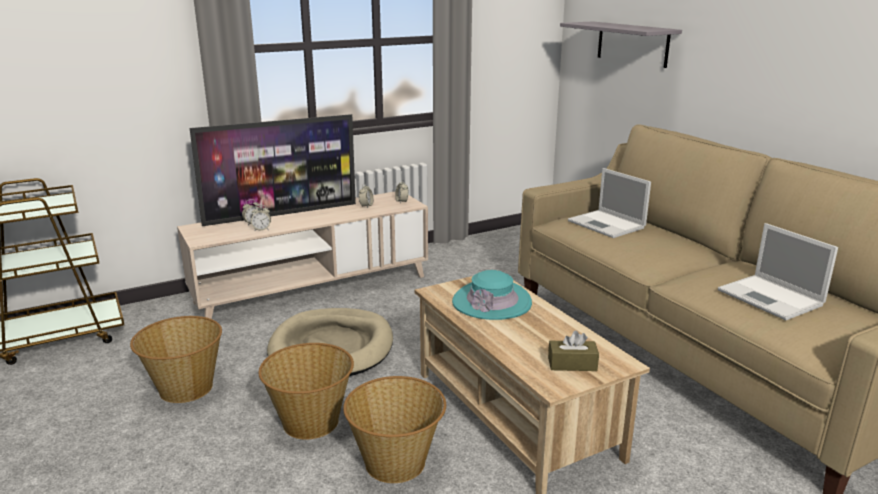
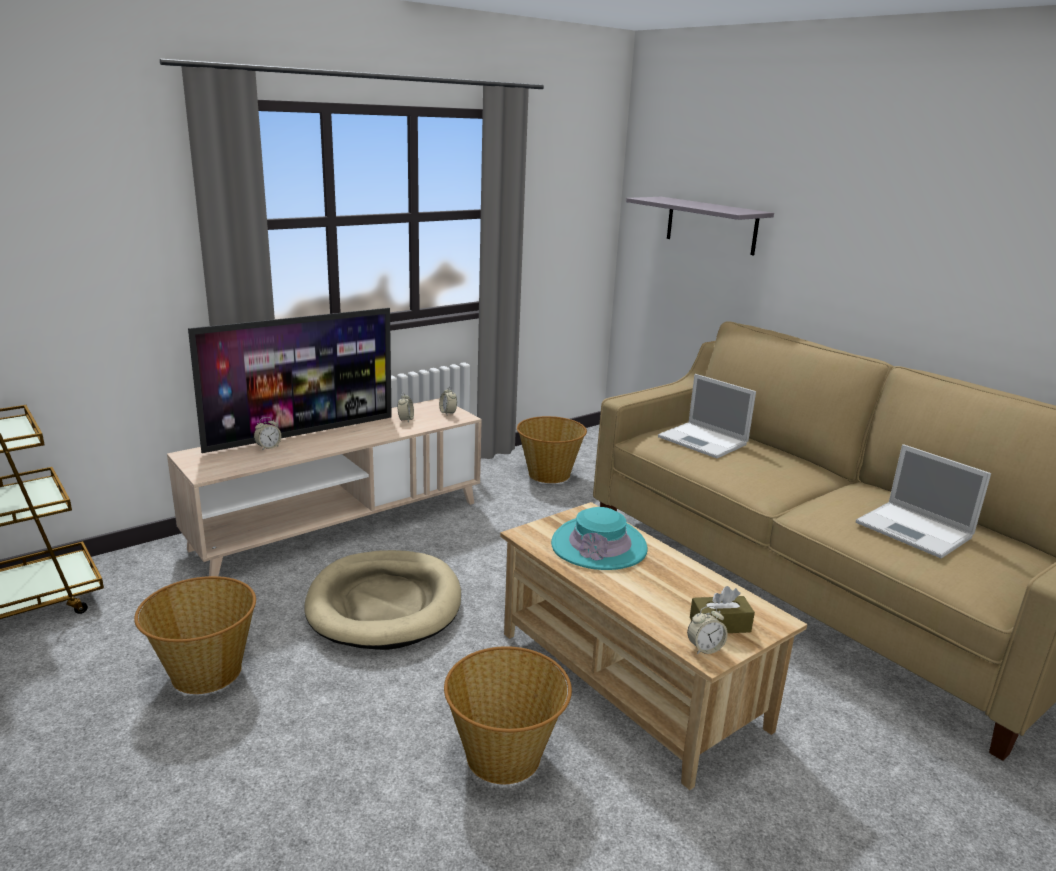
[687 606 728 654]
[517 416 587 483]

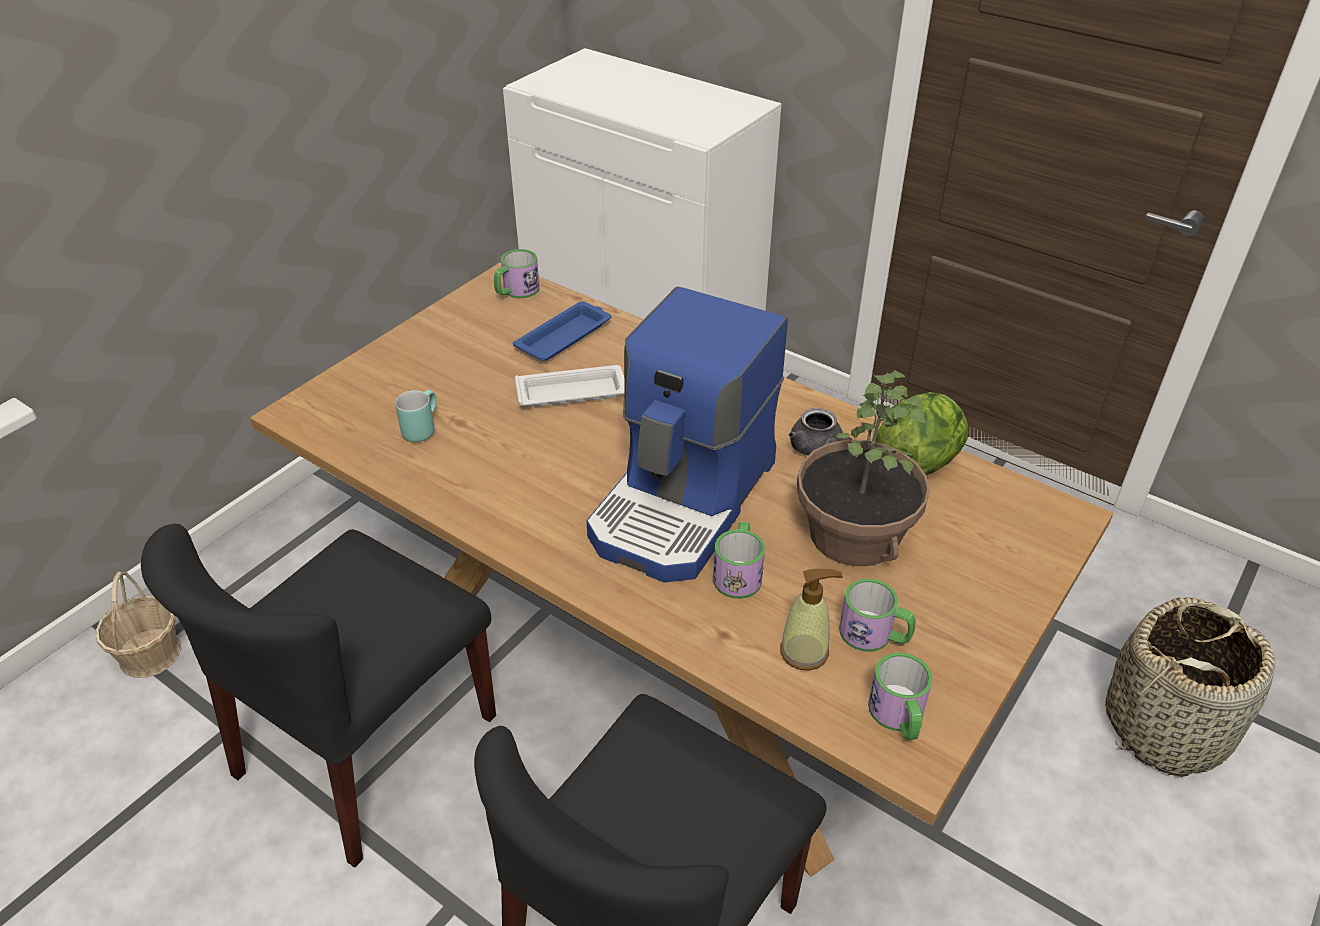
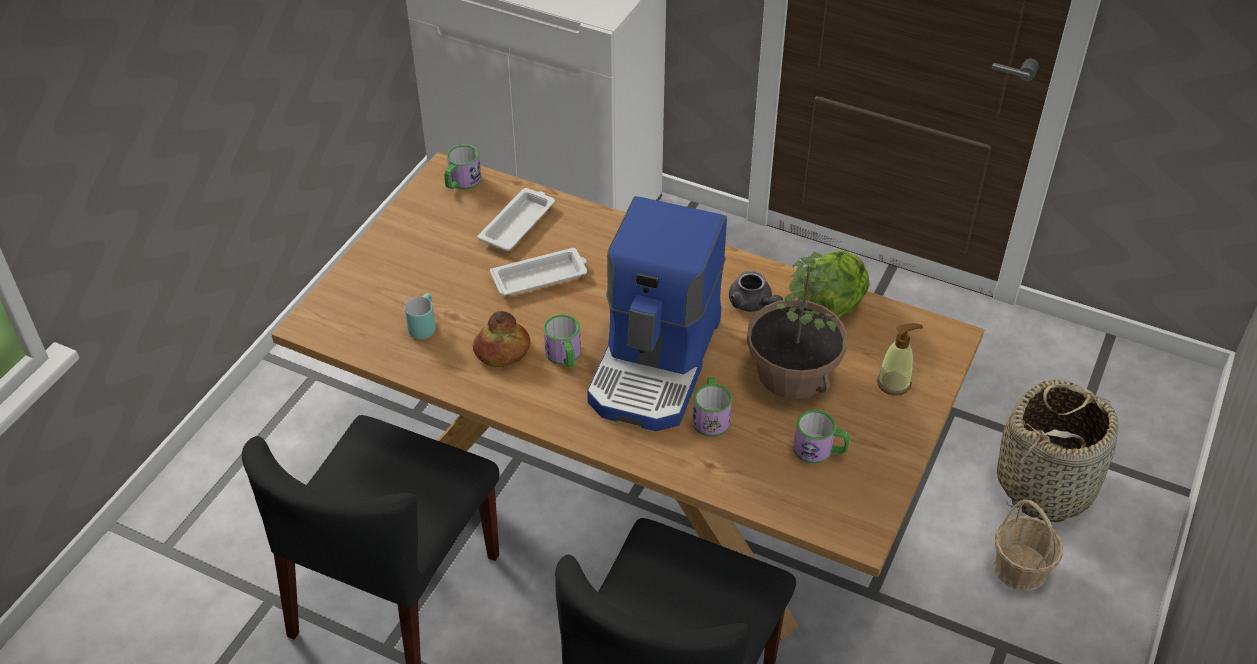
[477 188 555 251]
[877 323 923 396]
[994 499 1063 591]
[544 314 581 368]
[473 311 530 367]

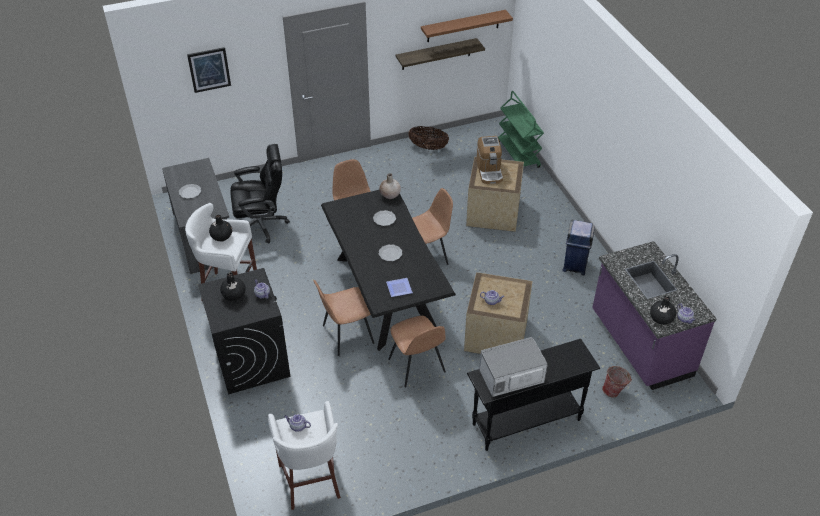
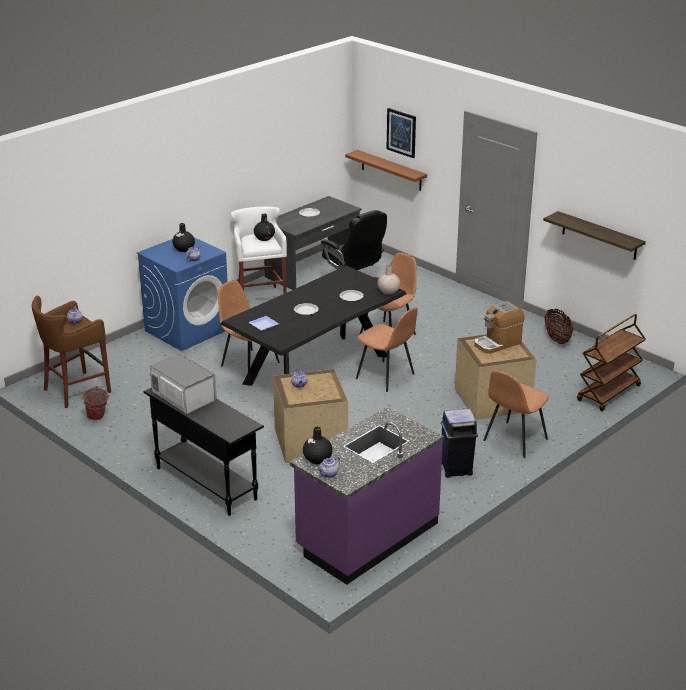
[345 150 427 191]
[577 314 646 412]
[137 237 228 351]
[483 371 549 458]
[81 386 109 420]
[32 296 111 408]

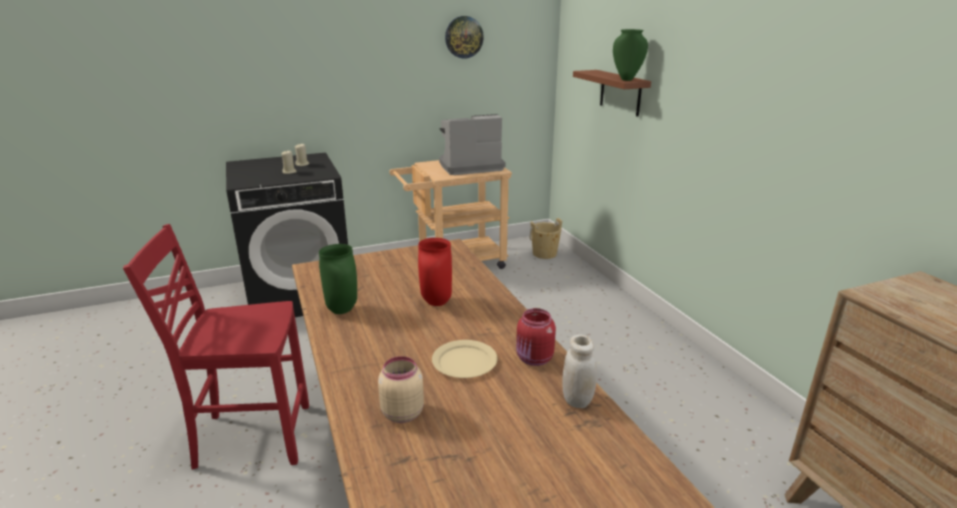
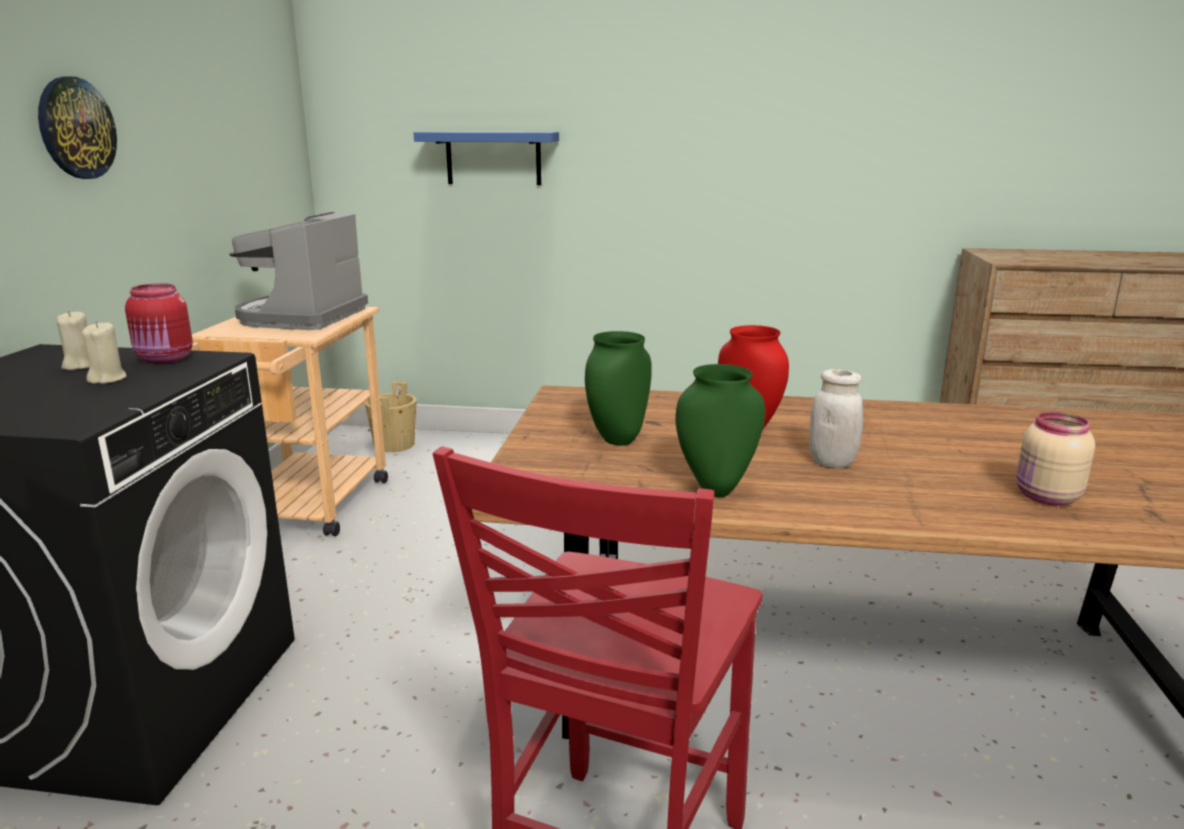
[38 76 117 179]
[585 331 652 446]
[414 132 559 185]
[125 283 193 364]
[809 369 863 468]
[432 340 497 378] (first image)

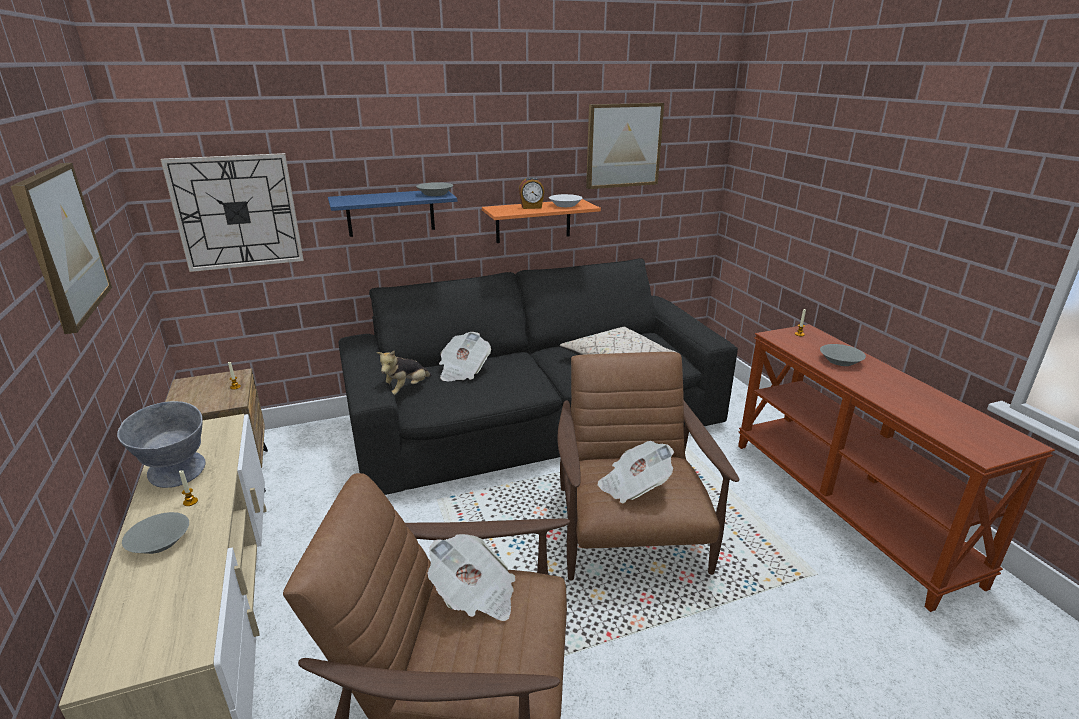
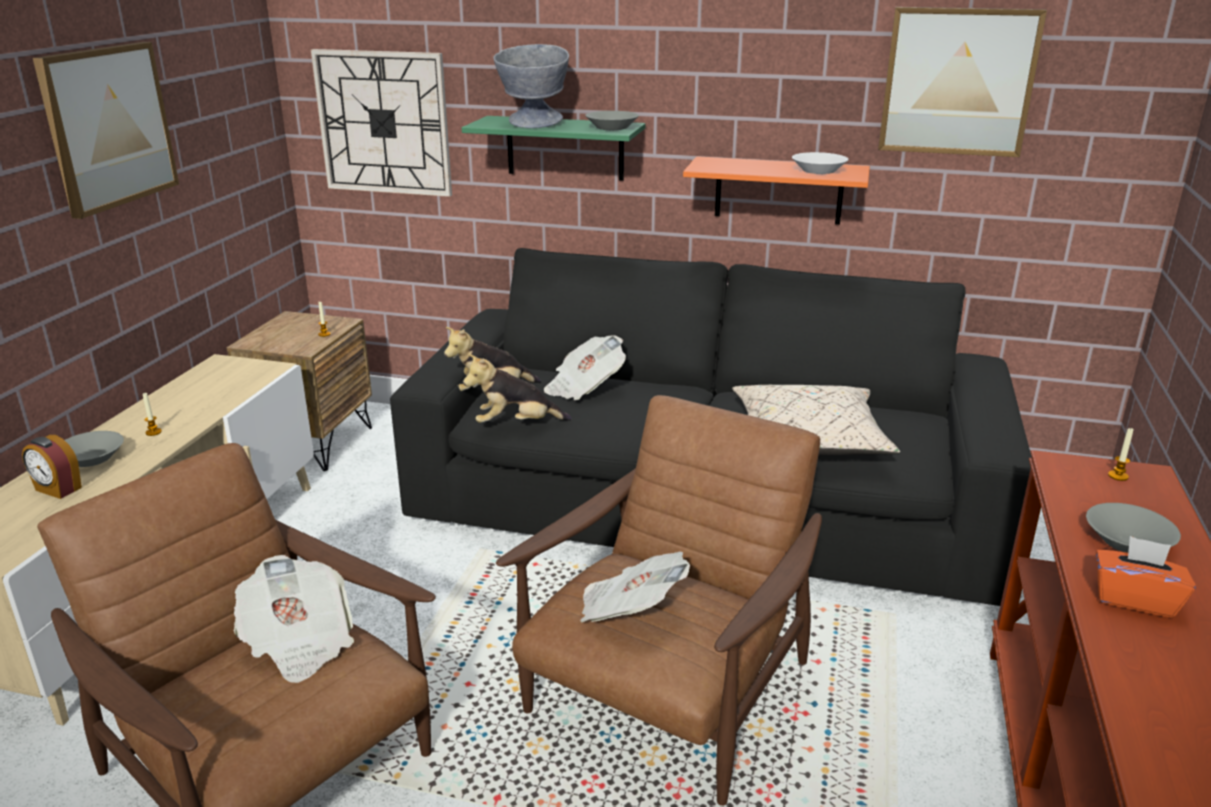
[22 435 82 499]
[462 116 645 181]
[493 44 569 128]
[463 354 572 423]
[1096 536 1196 618]

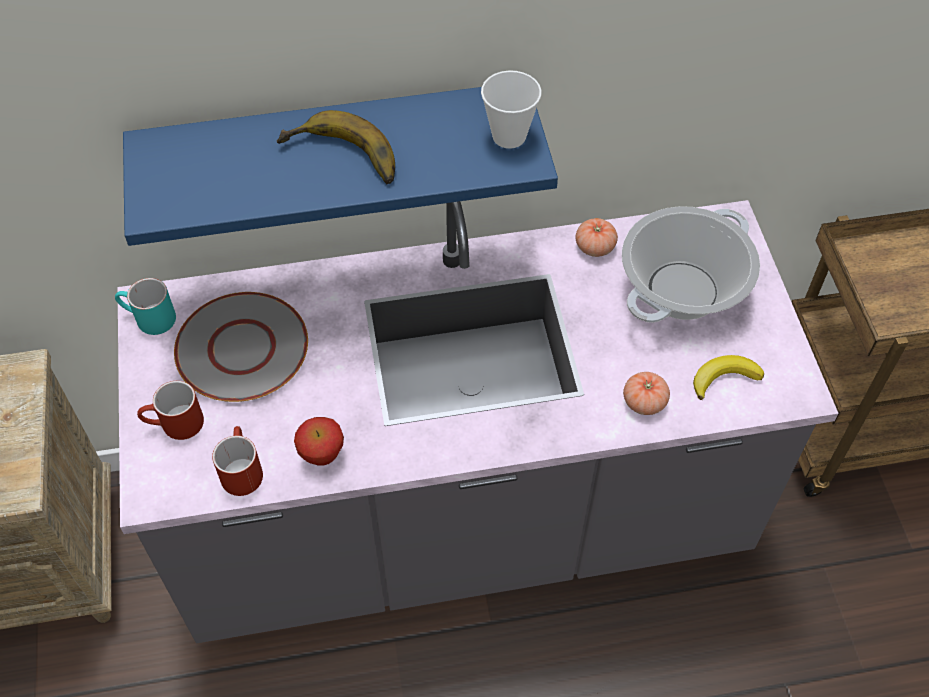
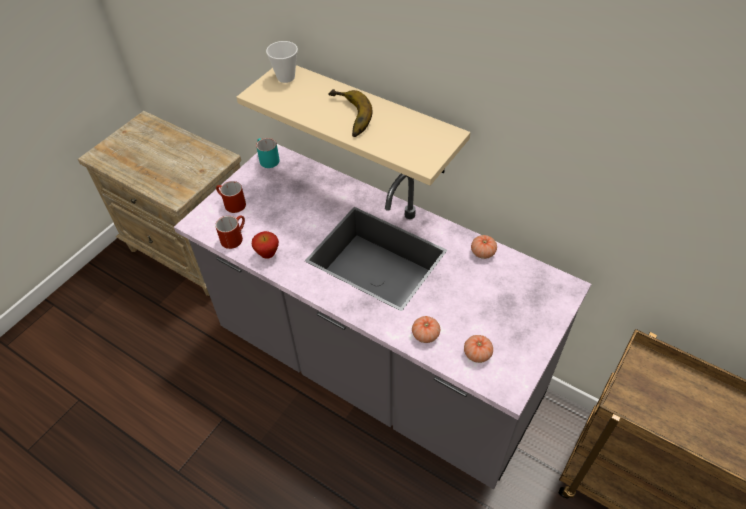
[266 41 298 83]
[237 65 470 186]
[622 206 760 323] (first image)
[174 292 308 402] (first image)
[464 335 493 363]

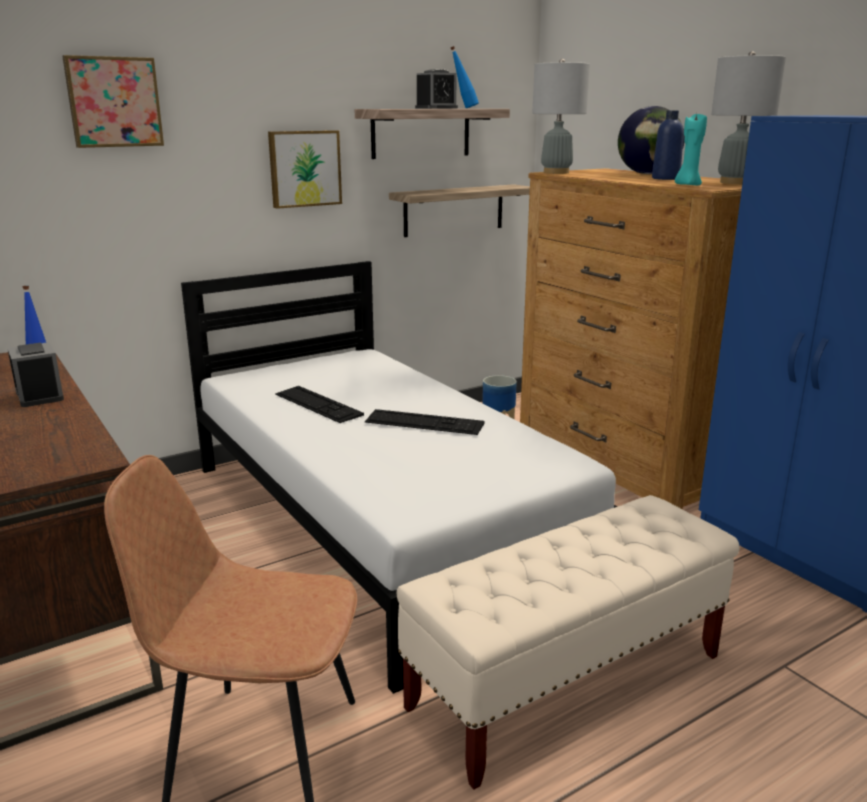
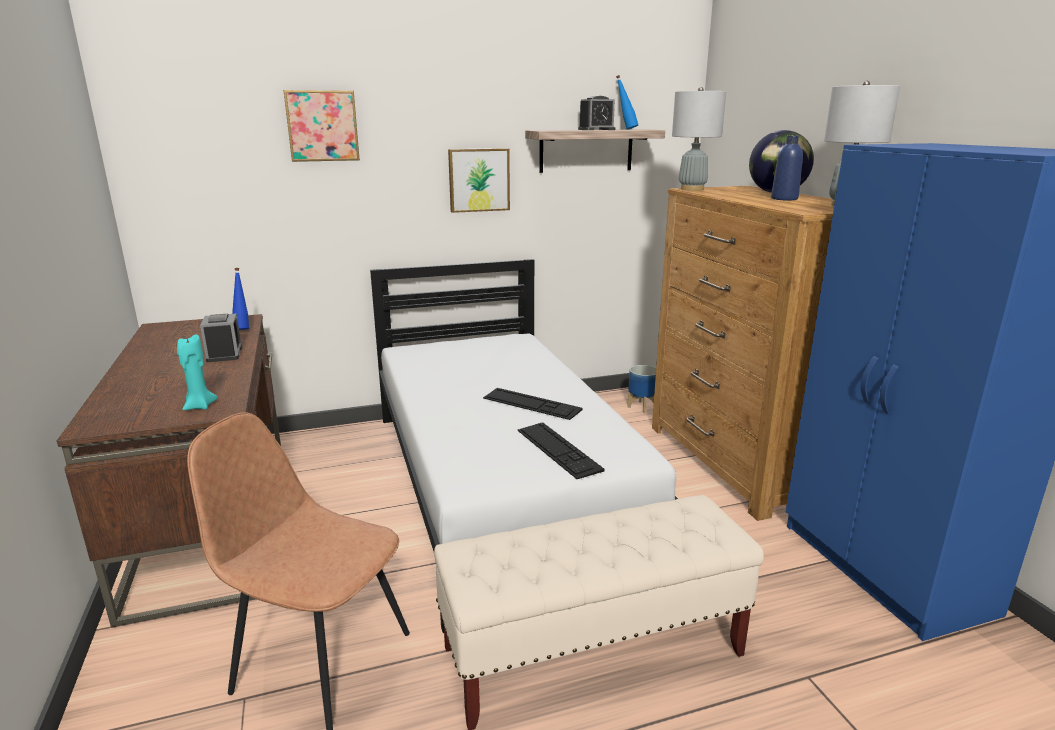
[177 334 218 410]
[389 184 530 237] (first image)
[518 422 605 479]

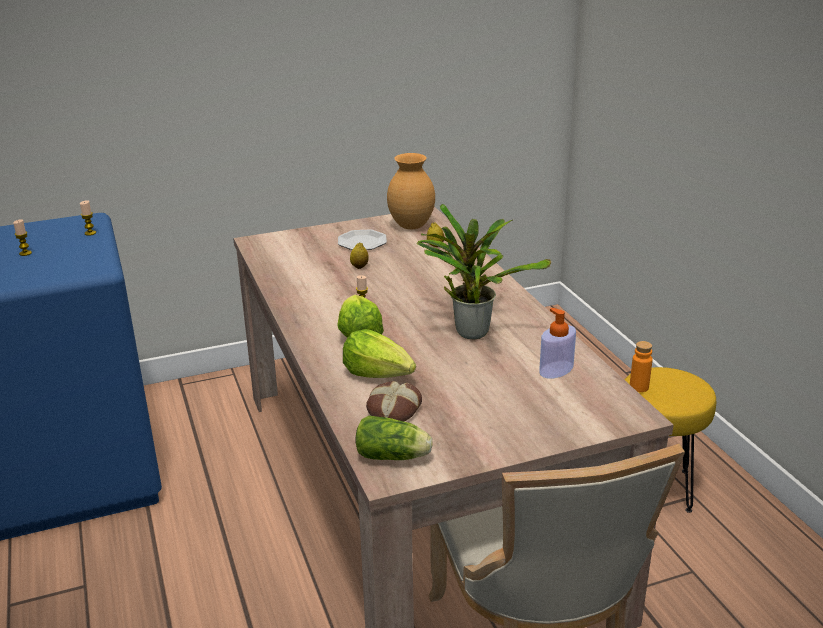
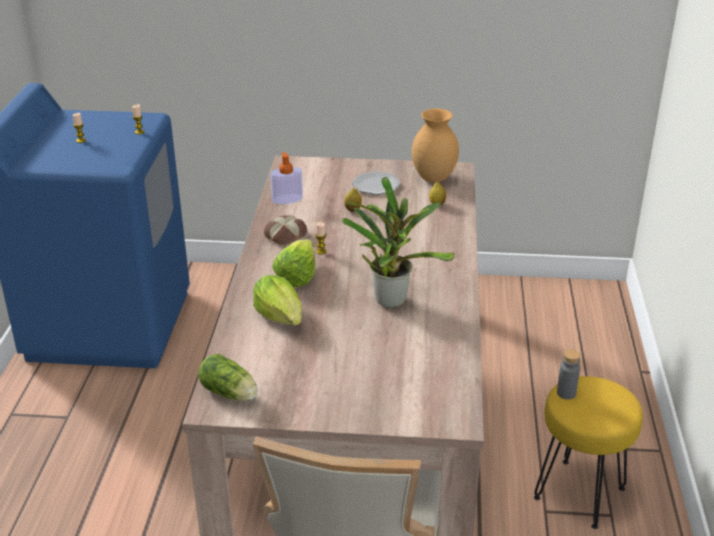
[271 152 303 204]
[557 350 580 400]
[264 216 307 245]

